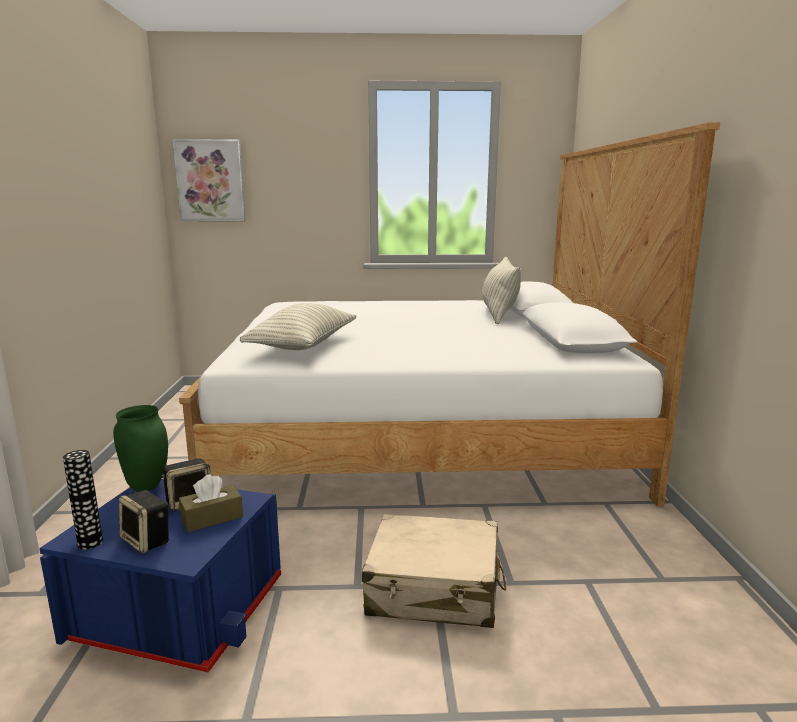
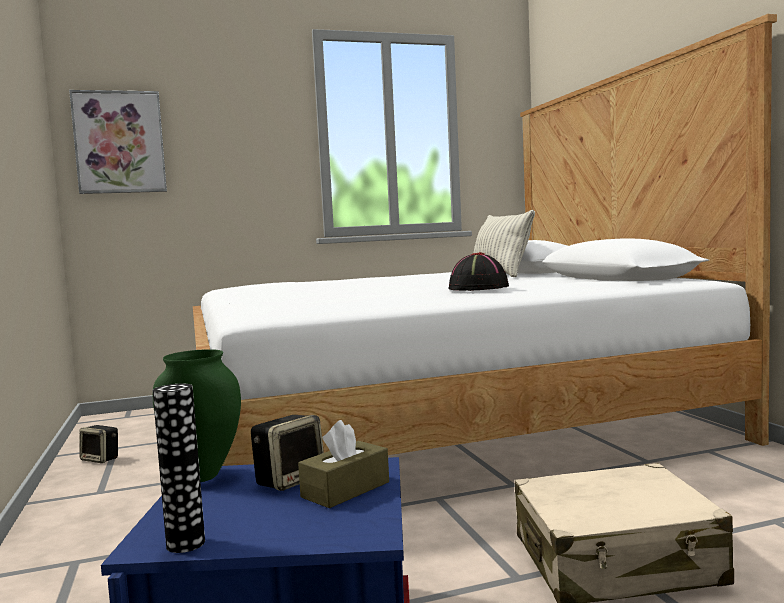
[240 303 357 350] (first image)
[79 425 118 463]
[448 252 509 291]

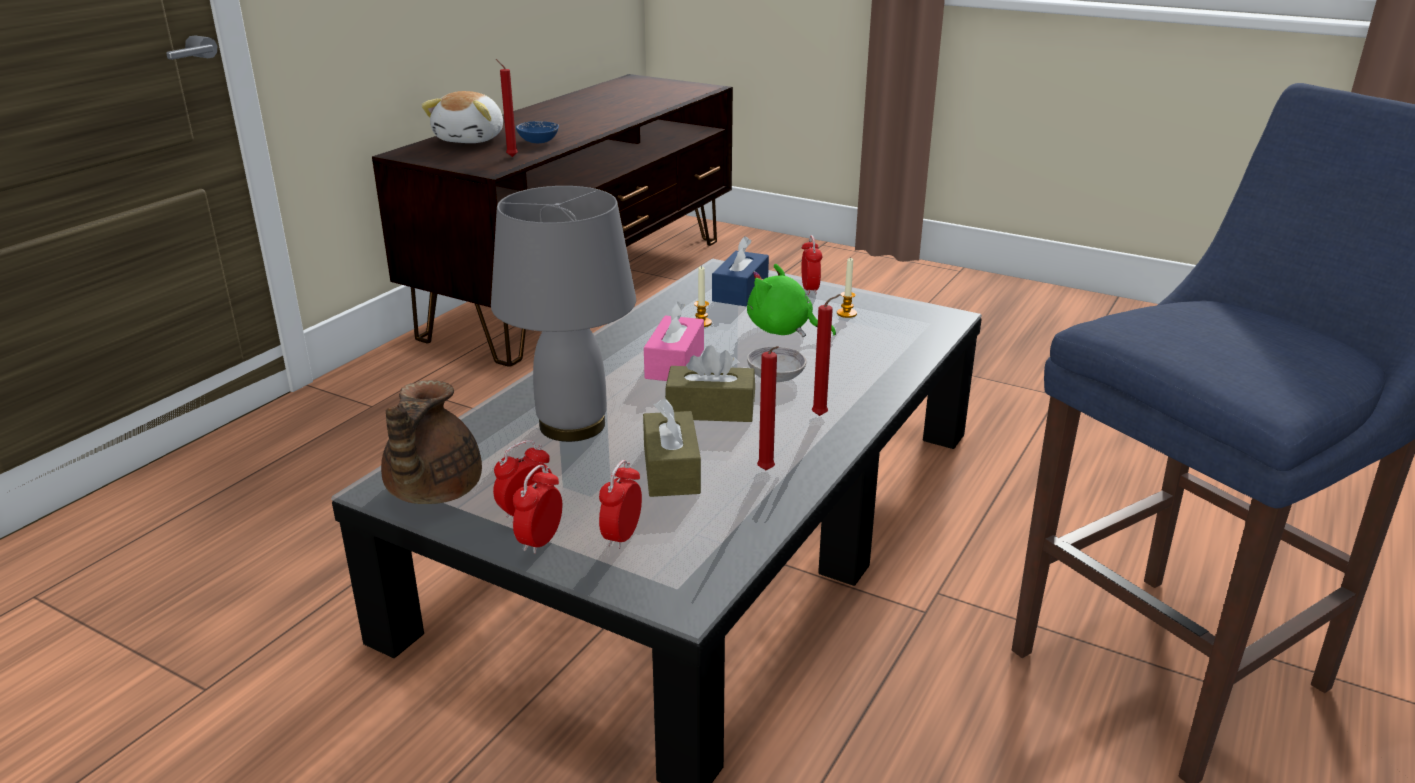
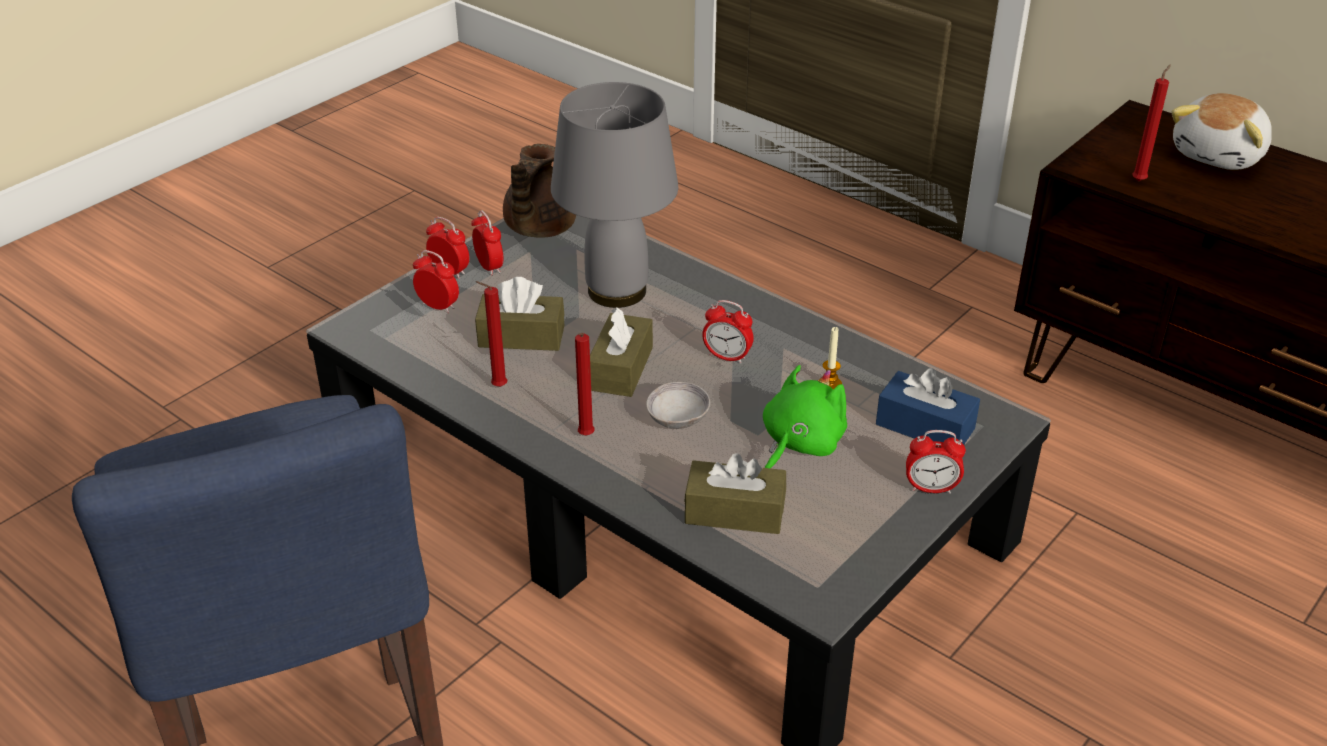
[1171 93 1272 170]
[516 121 559 143] (first image)
[837 257 857 318] (first image)
[702 300 754 364]
[503 144 576 238]
[684 453 786 534]

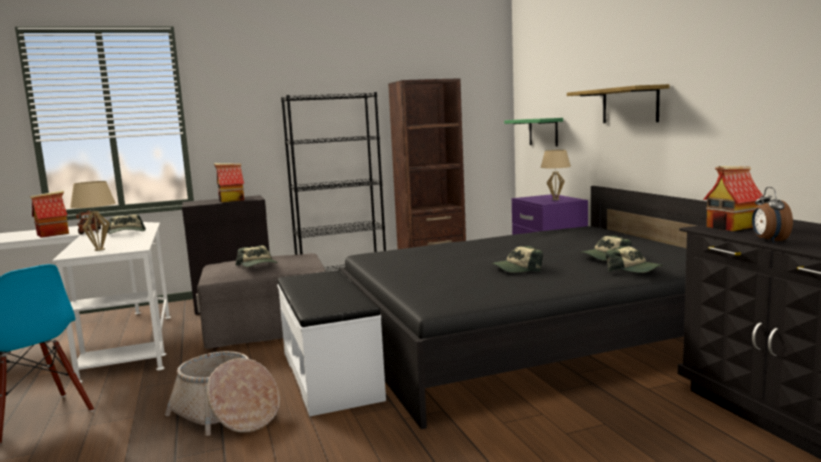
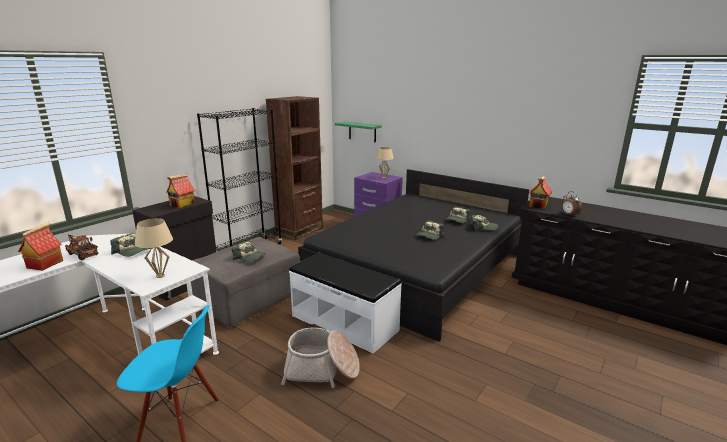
[567 84 670 123] (first image)

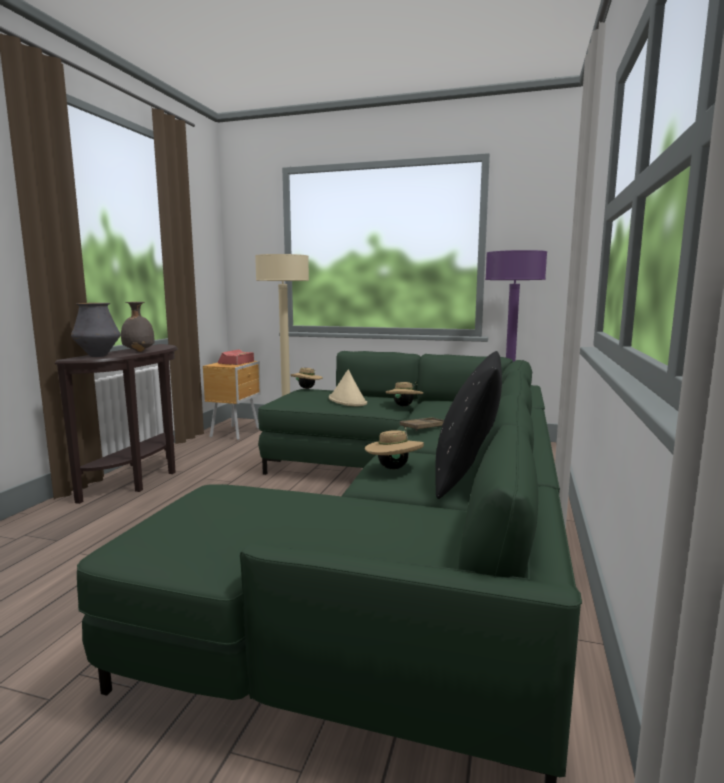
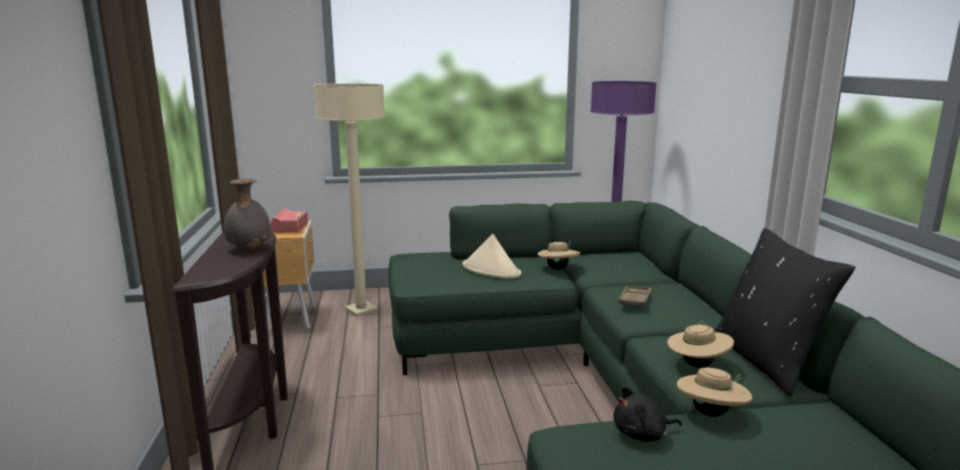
[71 303 121 357] (first image)
[677 368 752 417]
[613 386 682 442]

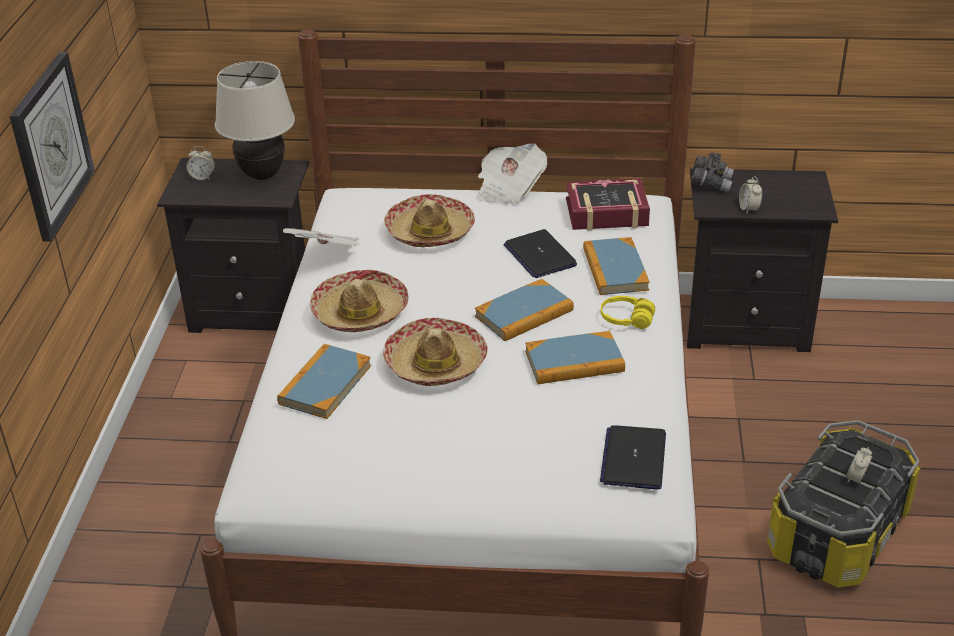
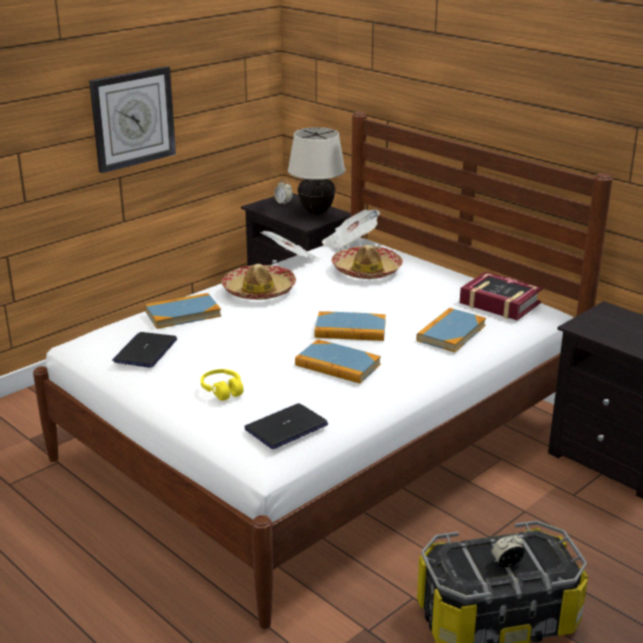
[322 210 381 250]
[691 153 734 192] (first image)
[739 176 762 214] (first image)
[112 332 177 368]
[201 369 244 401]
[383 318 488 386] (first image)

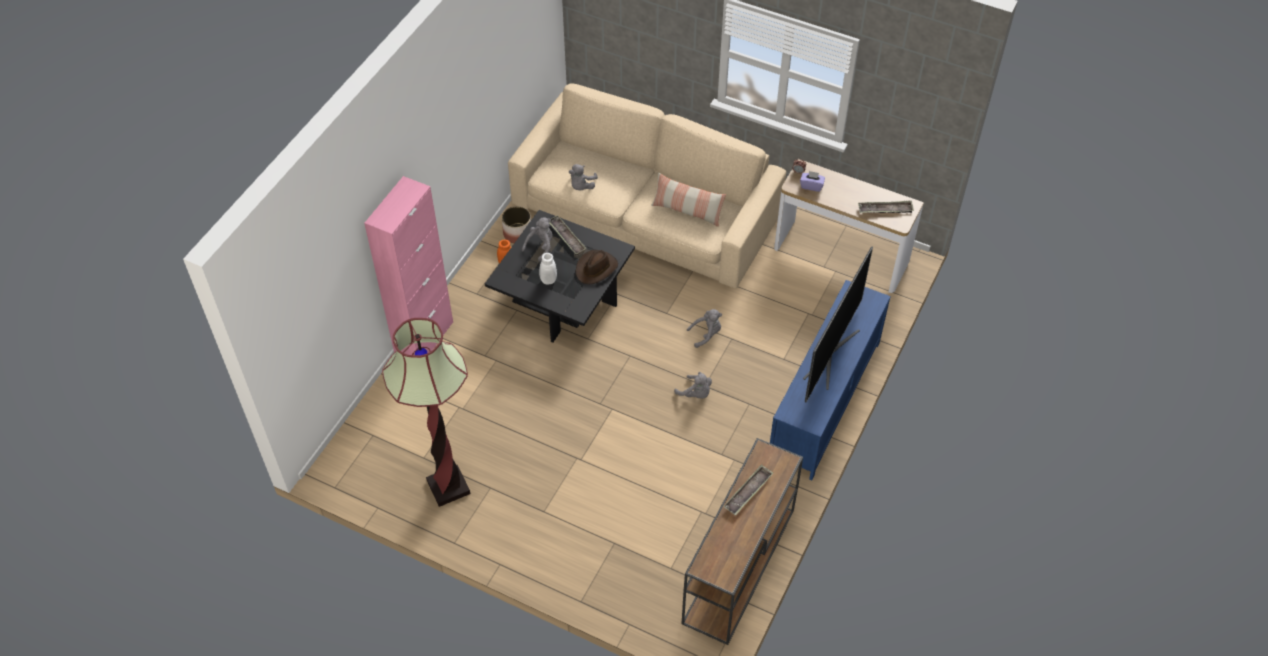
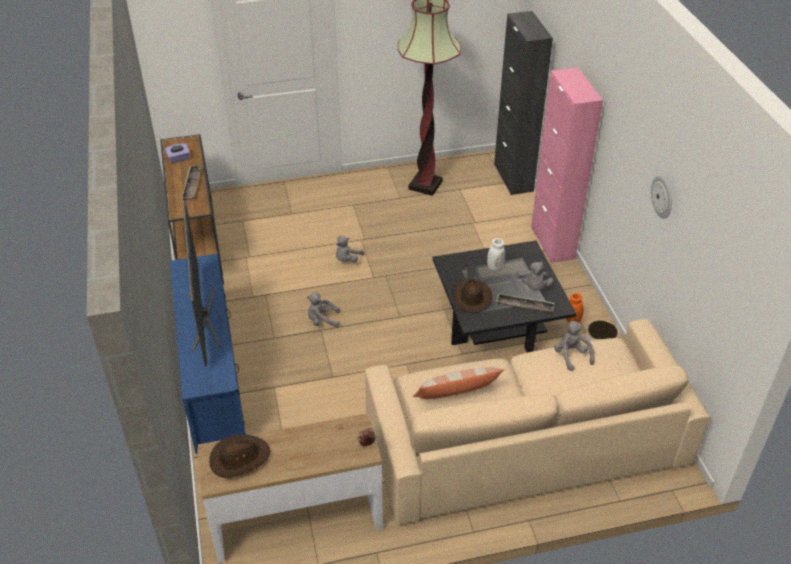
[165 143 190 163]
[209 434 270 478]
[336 236 364 262]
[494 11 553 195]
[651 176 672 219]

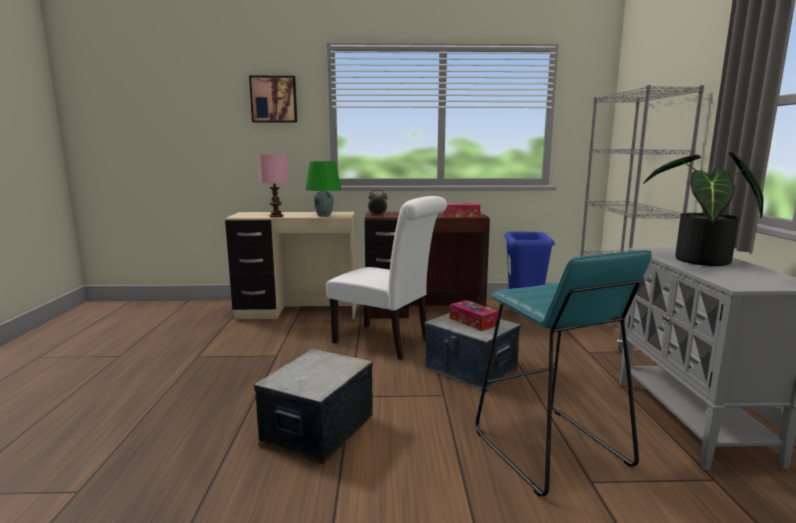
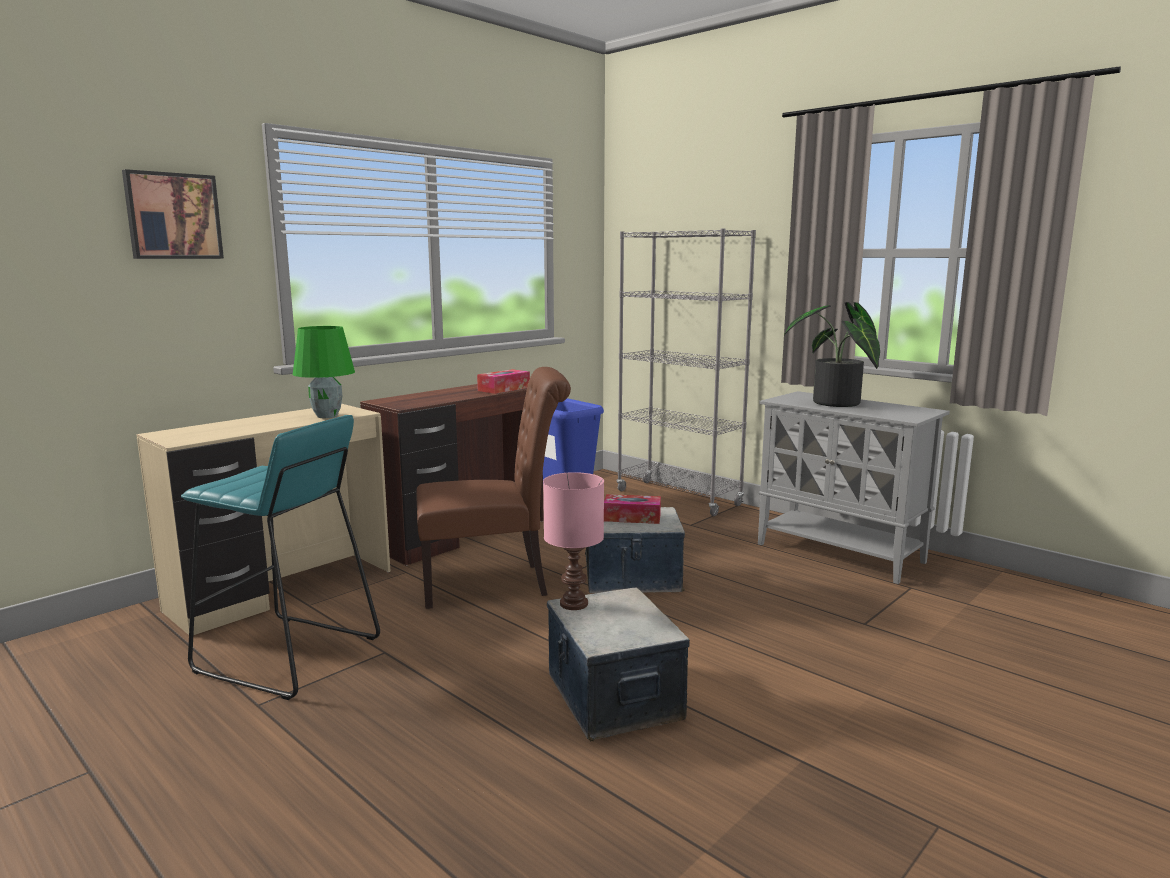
[543 472 604 610]
[368 190 387 217] (first image)
[416 367 571 609]
[181 415 380 700]

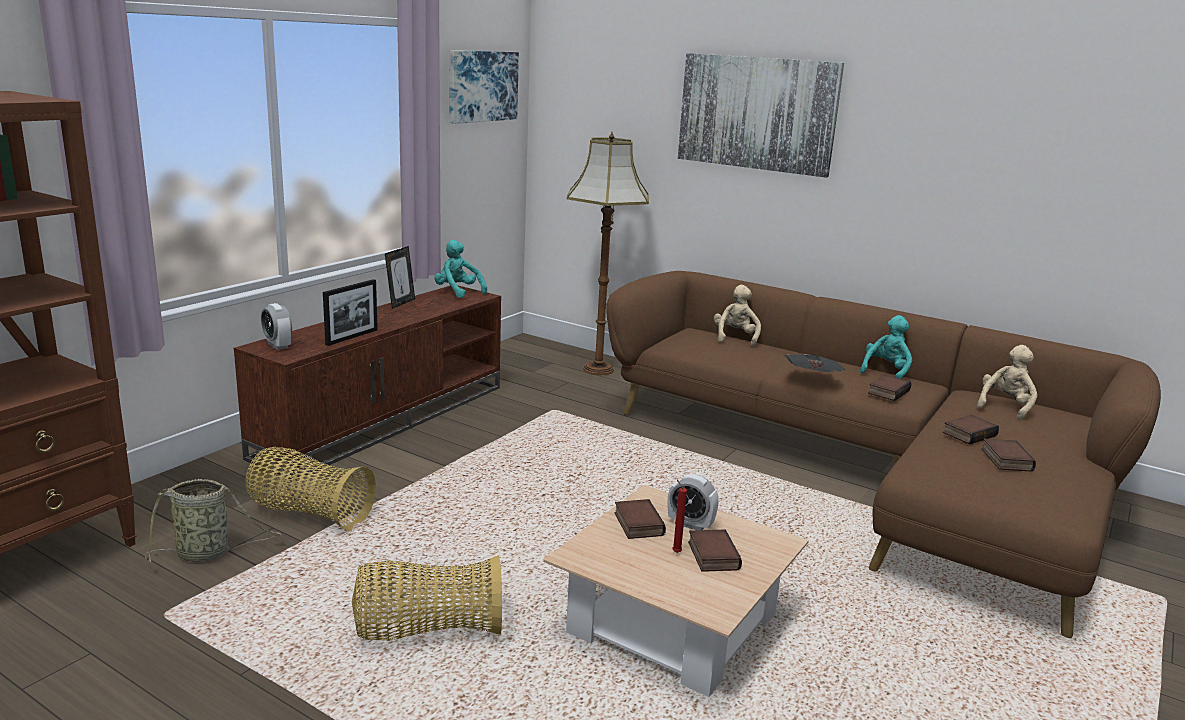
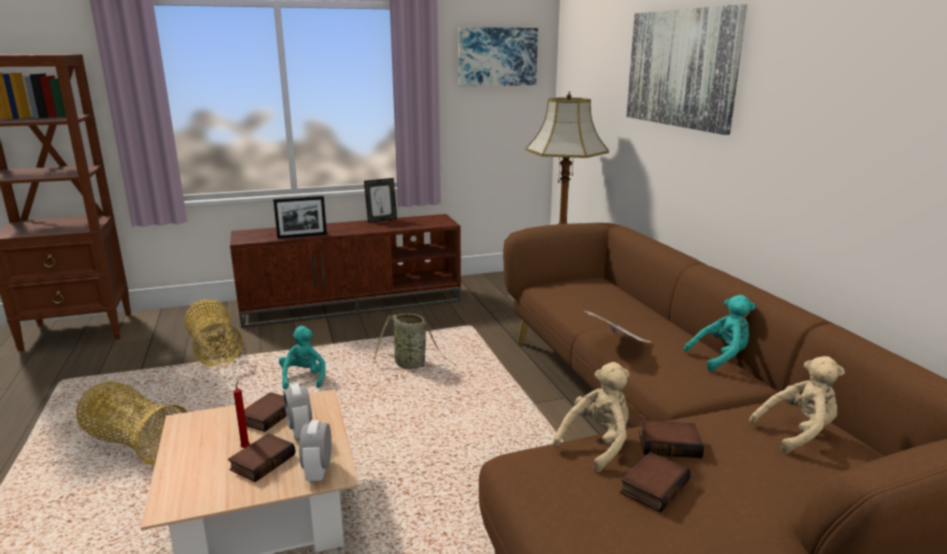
[279 326 326 389]
[553 362 630 472]
[299 420 332 482]
[868 375 911 401] (first image)
[374 313 456 369]

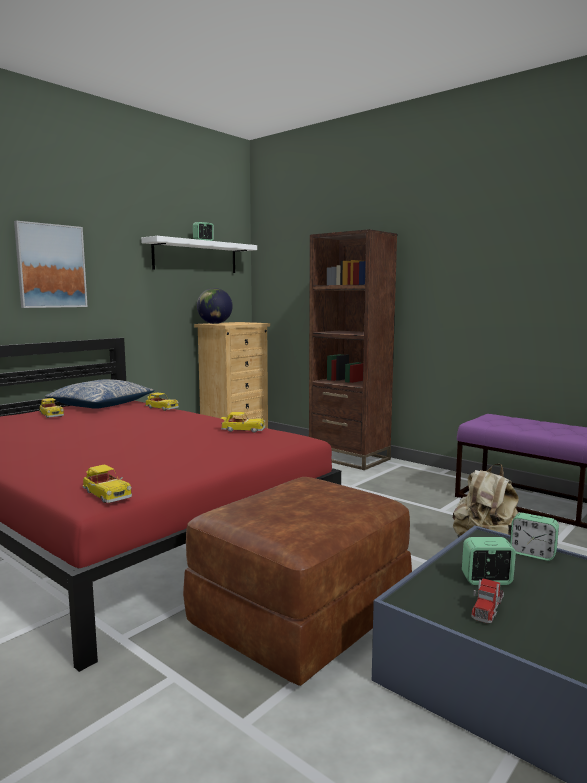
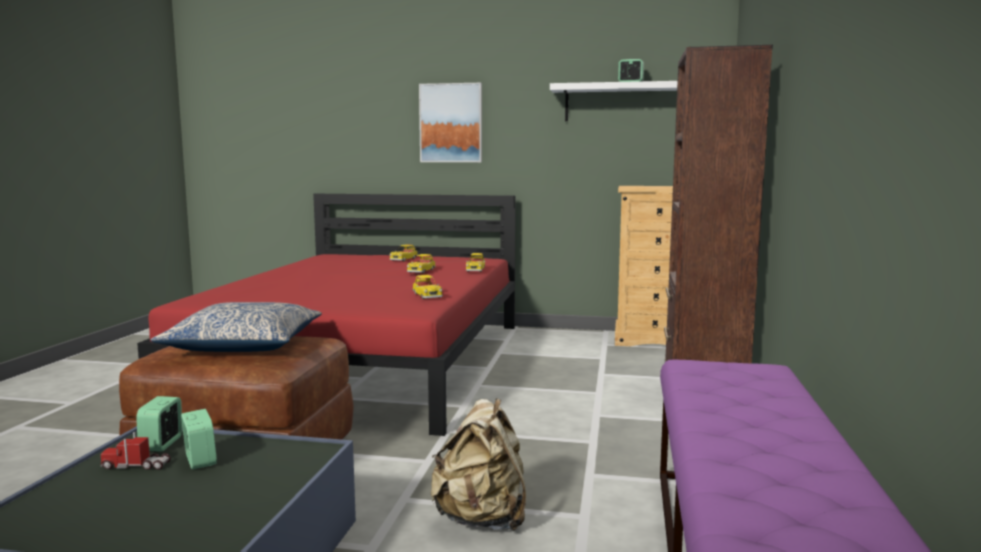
[197 288 233 324] (first image)
[151 302 322 352]
[407 254 436 273]
[136 396 182 452]

